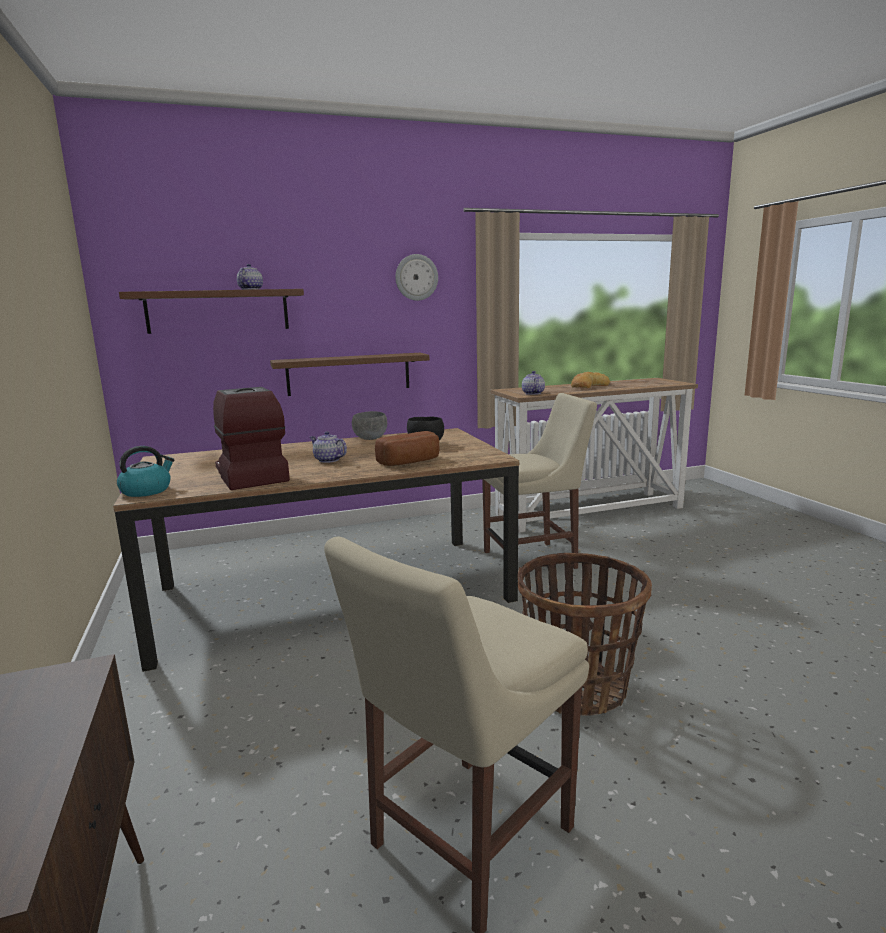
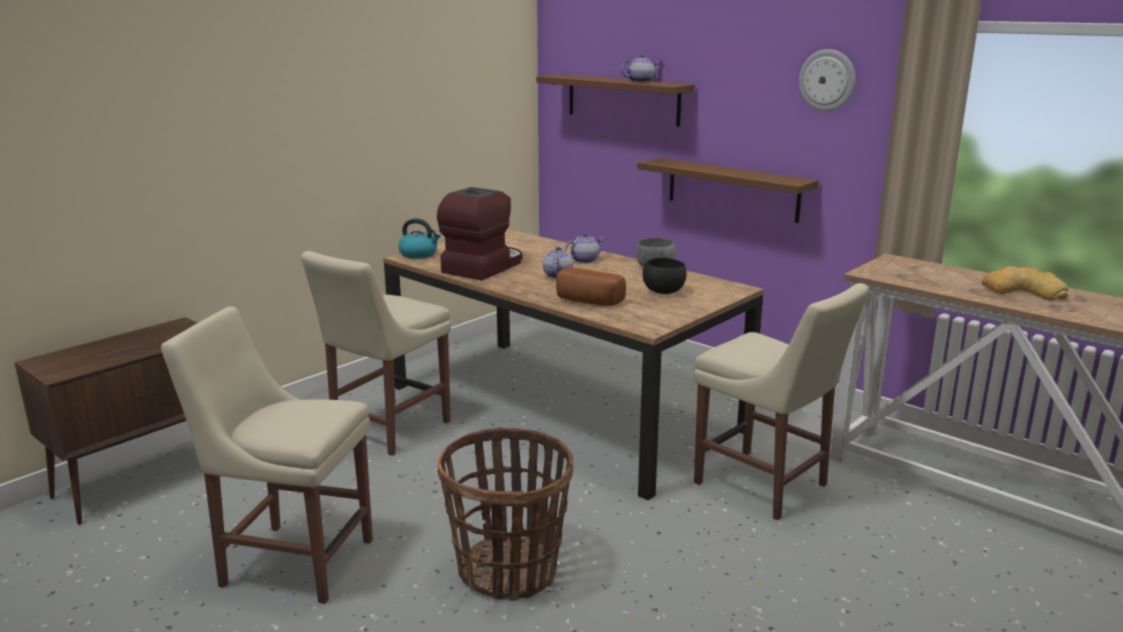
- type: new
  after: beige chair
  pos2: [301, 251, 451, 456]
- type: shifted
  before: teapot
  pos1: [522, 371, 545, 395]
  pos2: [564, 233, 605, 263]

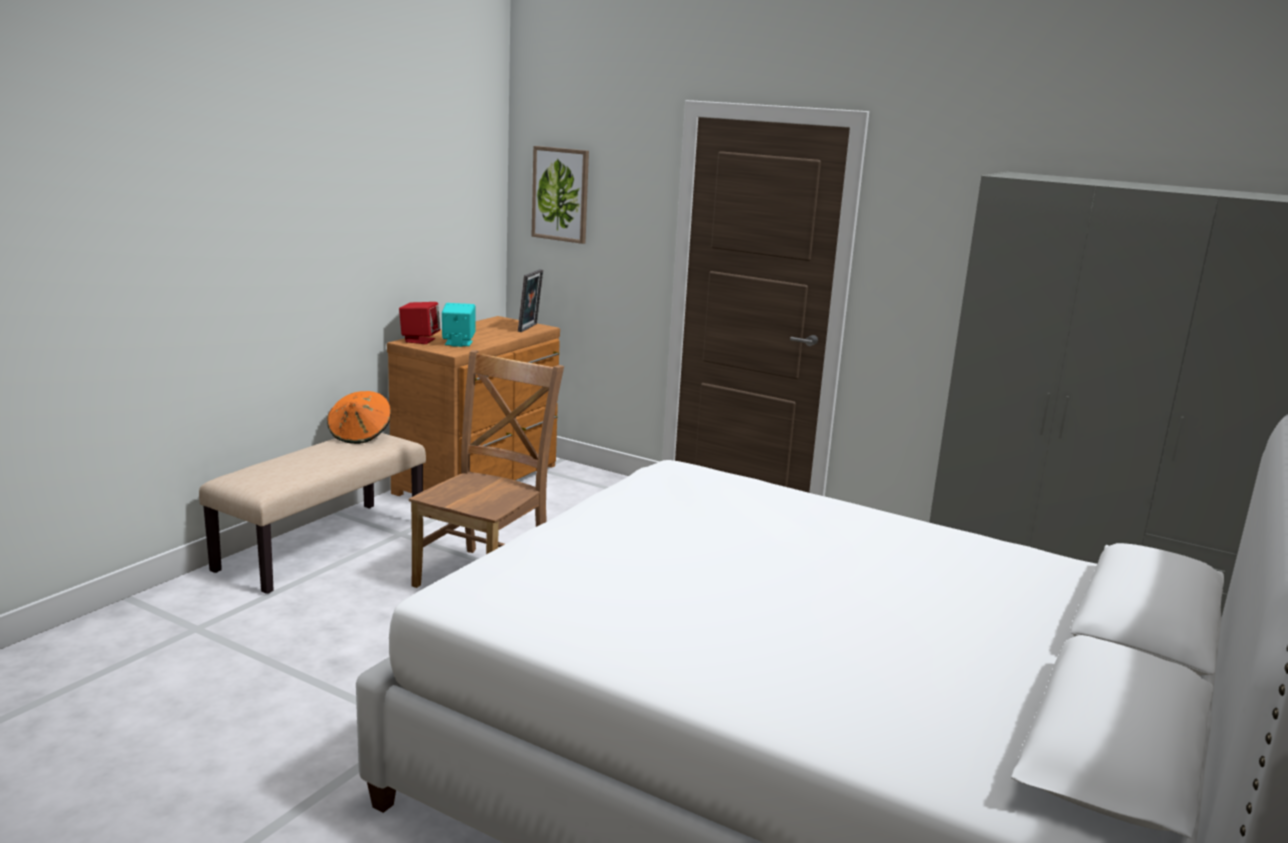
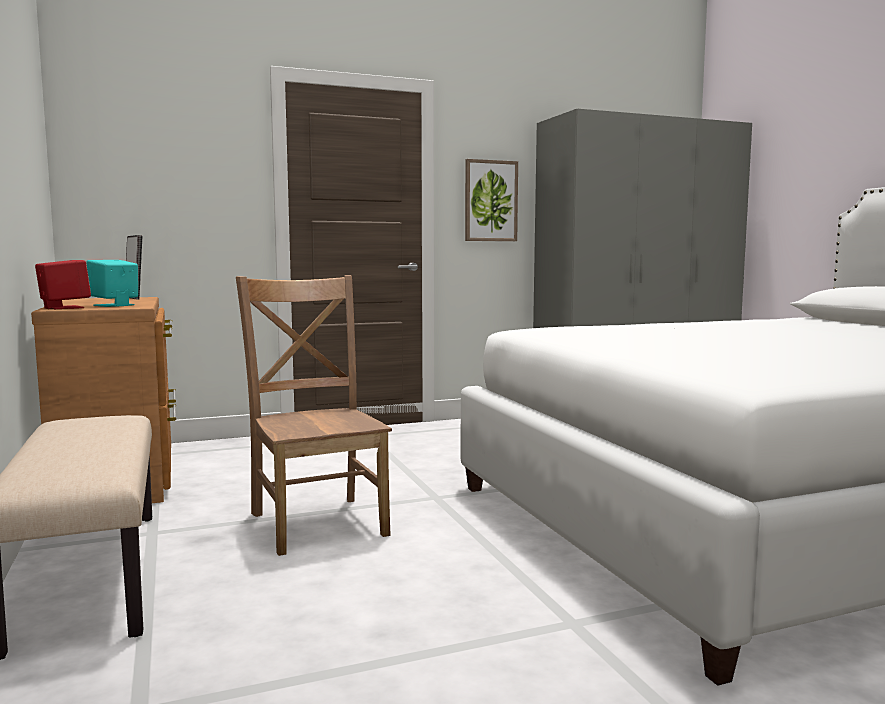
- type: gone
  before: orange hat
  pos1: [327, 391, 391, 444]
- type: shifted
  before: picture
  pos1: [532, 146, 589, 244]
  pos2: [465, 159, 518, 241]

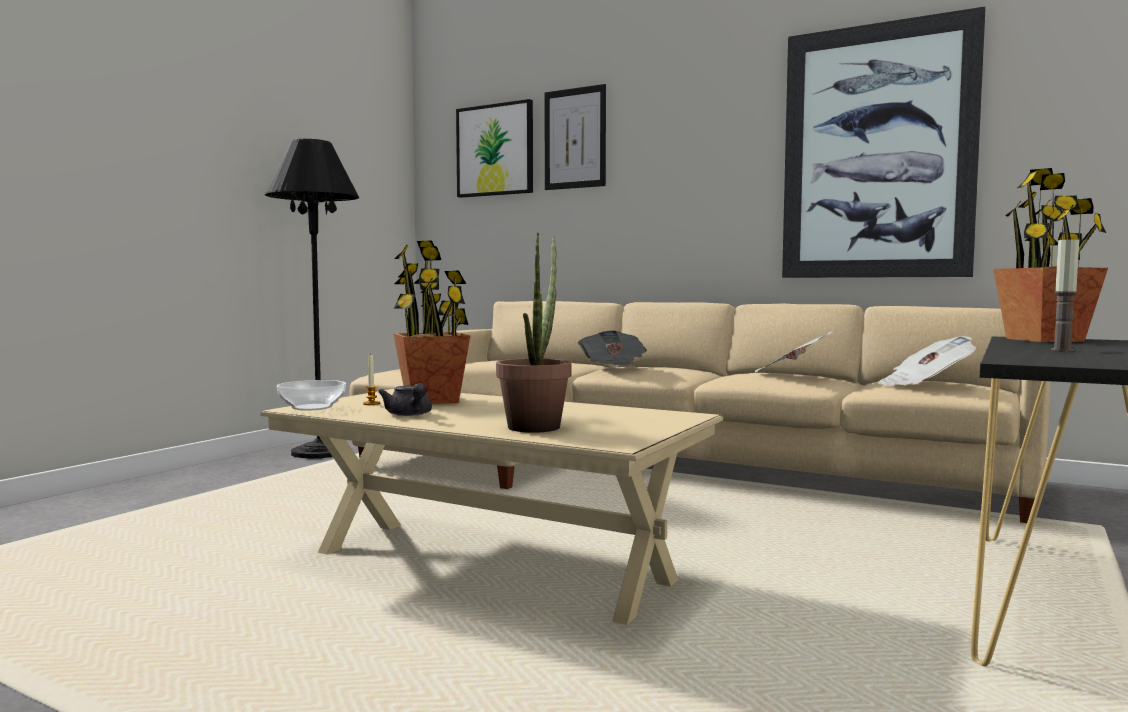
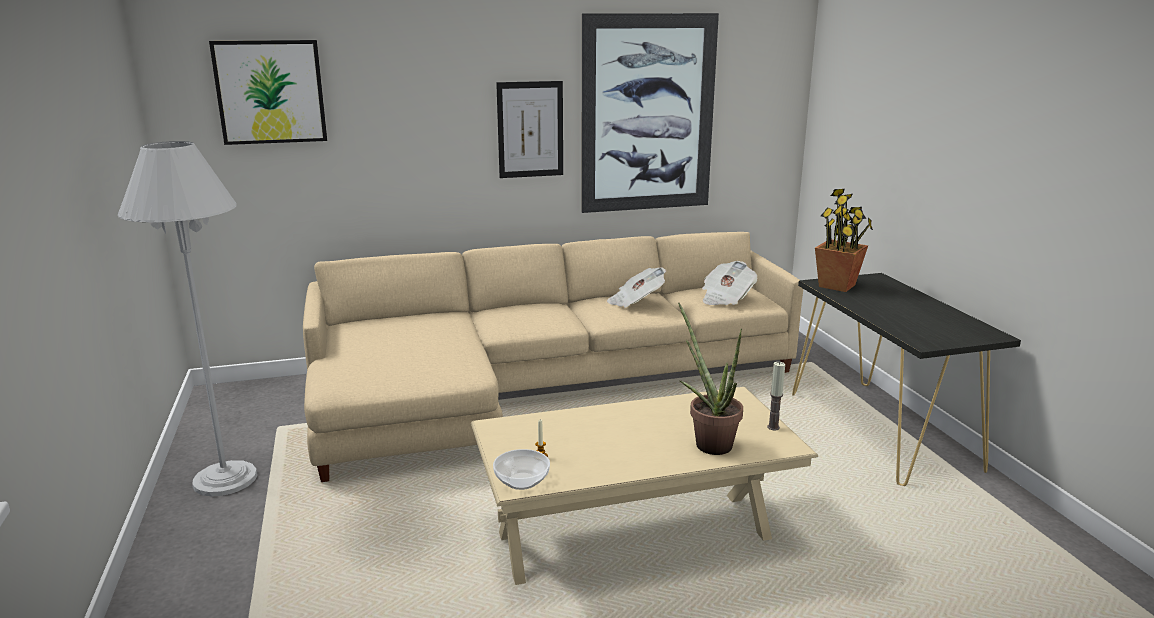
- type: gone
  before: grey teapot
  pos1: [378, 383, 432, 416]
- type: gone
  before: potted plant
  pos1: [393, 240, 470, 404]
- type: gone
  before: newspaper
  pos1: [578, 331, 647, 365]
- type: shifted
  before: picture
  pos1: [545, 84, 606, 190]
  pos2: [496, 81, 563, 178]
- type: shifted
  before: candle
  pos1: [1051, 236, 1079, 351]
  pos2: [767, 362, 785, 431]
- type: repainted
  before: black floor lamp
  after: white floor lamp
  pos1: [265, 139, 359, 458]
  pos2: [118, 141, 257, 497]

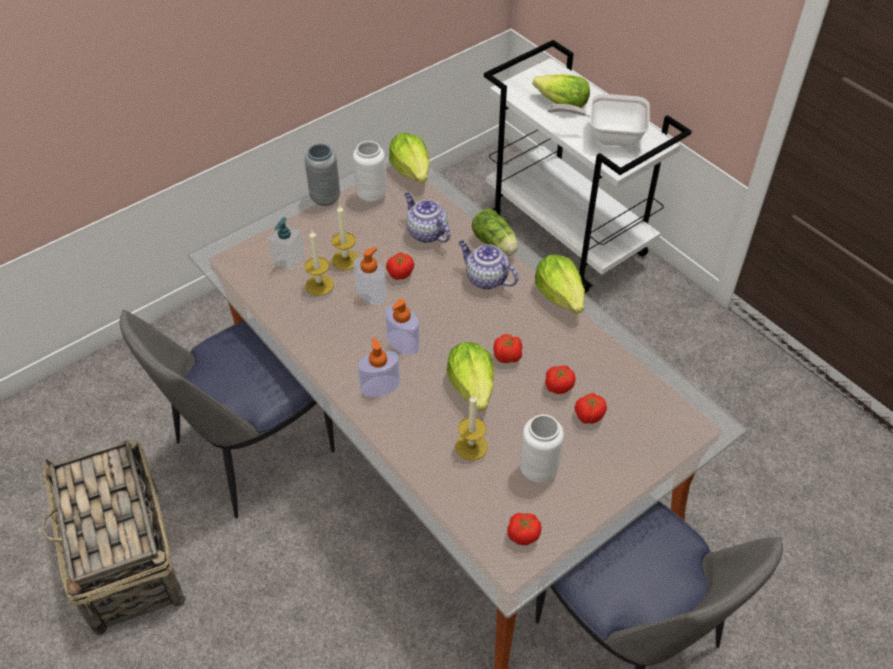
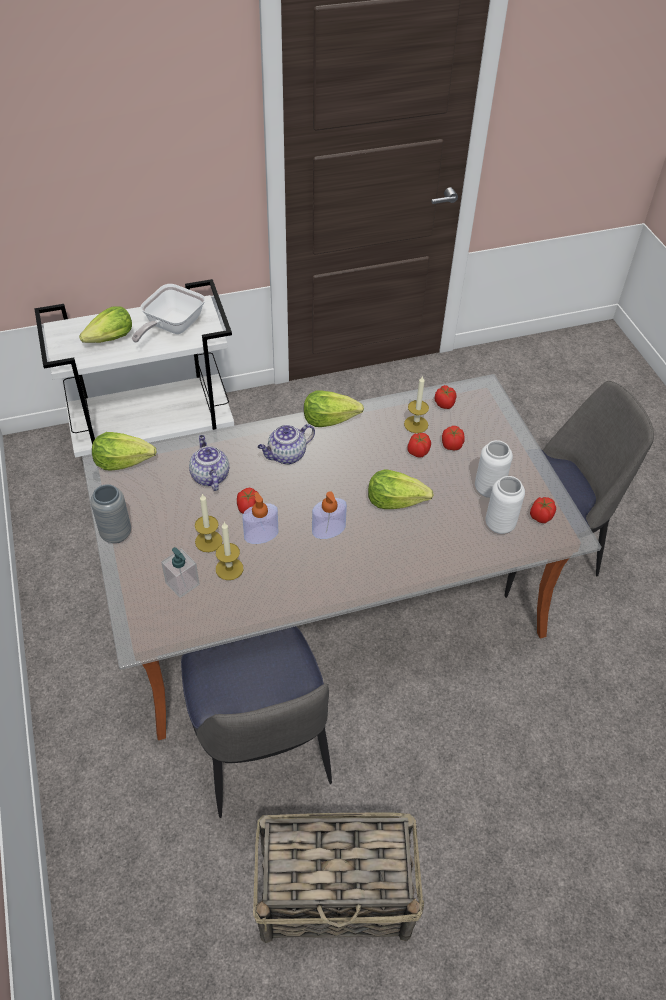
- type: gone
  before: soap dispenser
  pos1: [358, 338, 400, 397]
- type: gone
  before: lettuce
  pos1: [472, 209, 518, 255]
- type: shifted
  before: white vase
  pos1: [353, 141, 387, 203]
  pos2: [485, 476, 525, 534]
- type: shifted
  before: candle
  pos1: [455, 394, 488, 460]
  pos2: [404, 375, 429, 433]
- type: shifted
  before: tomato
  pos1: [493, 334, 522, 363]
  pos2: [435, 385, 456, 409]
- type: rotated
  before: teapot
  pos1: [404, 193, 450, 243]
  pos2: [189, 435, 229, 491]
  turn: 90

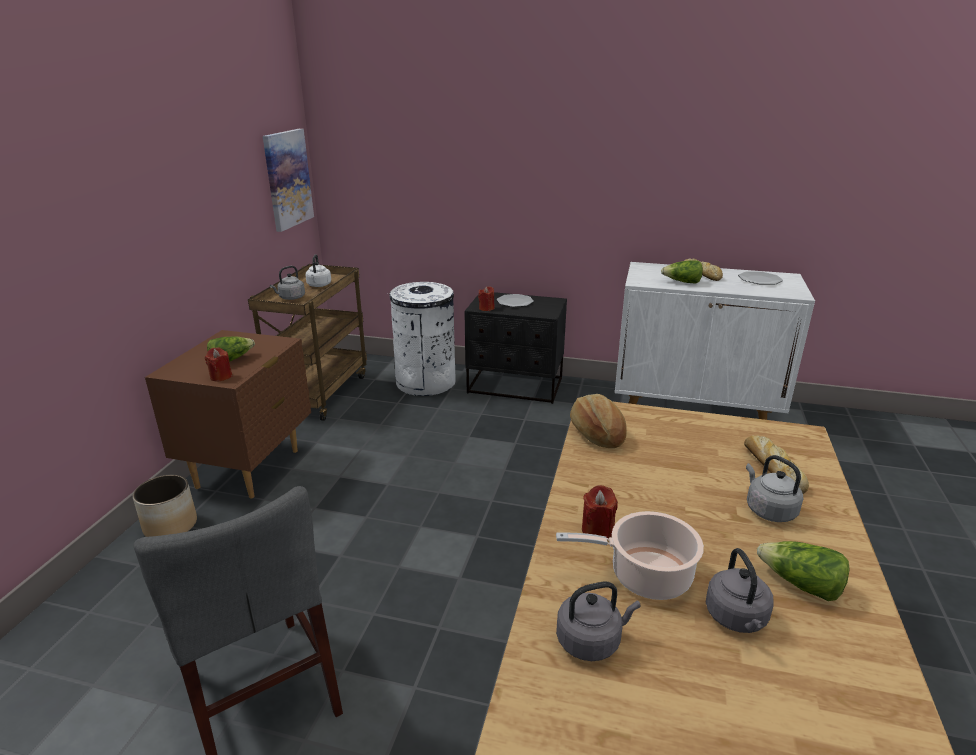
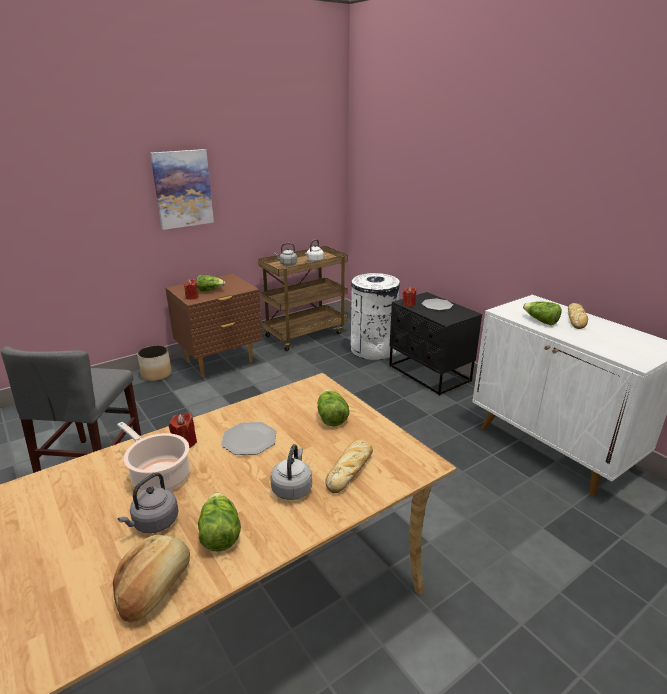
- type: gone
  before: grey kettle
  pos1: [556, 581, 641, 661]
- type: new
  after: lettuce
  pos2: [317, 390, 349, 426]
- type: shifted
  before: picture
  pos1: [263, 129, 314, 232]
  pos2: [150, 149, 214, 230]
- type: shifted
  before: bread
  pos1: [570, 394, 627, 448]
  pos2: [113, 535, 190, 623]
- type: shifted
  before: plate
  pos1: [738, 271, 783, 285]
  pos2: [221, 422, 276, 455]

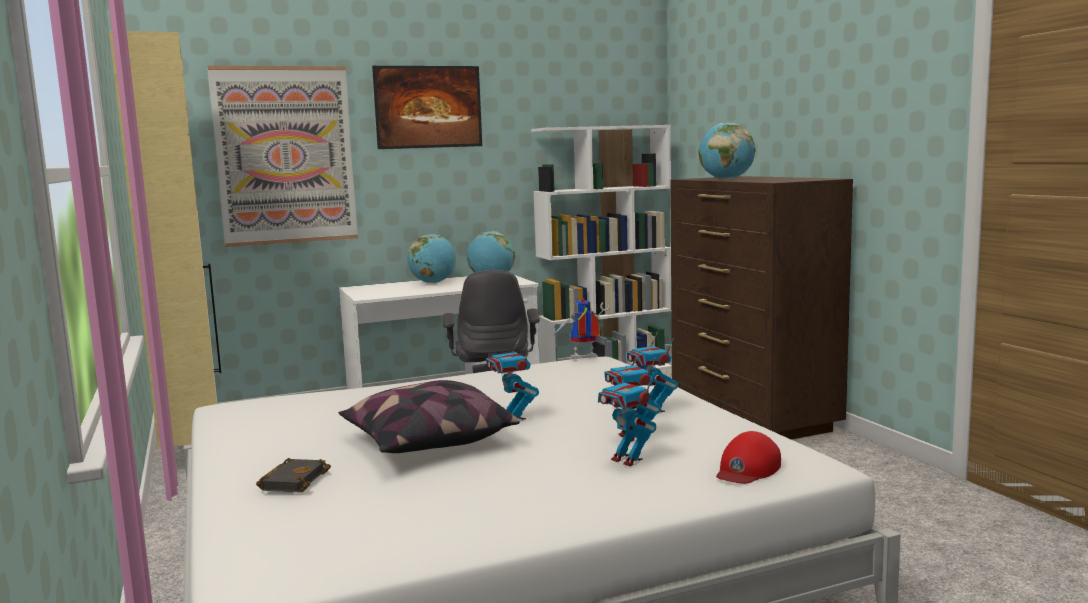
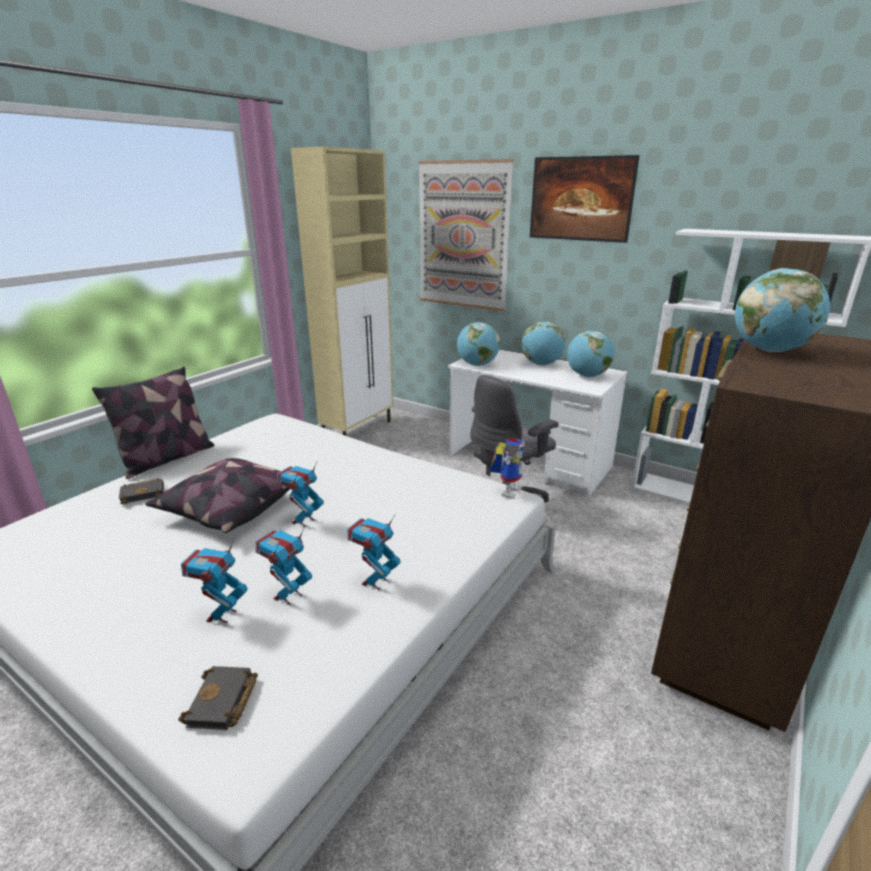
- type: new
  after: pillow
  pos2: [92, 366, 214, 479]
- type: new
  after: globe
  pos2: [457, 322, 500, 366]
- type: swapped
  before: red cap
  after: black book
  pos1: [716, 431, 781, 484]
  pos2: [178, 666, 258, 730]
- type: rotated
  before: toy robot
  pos1: [552, 299, 610, 359]
  pos2: [490, 438, 525, 499]
  turn: 75

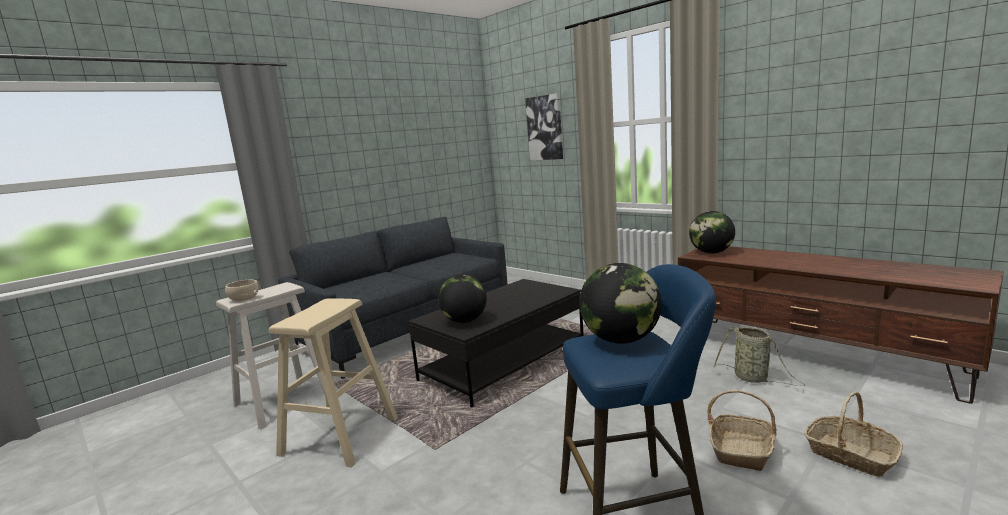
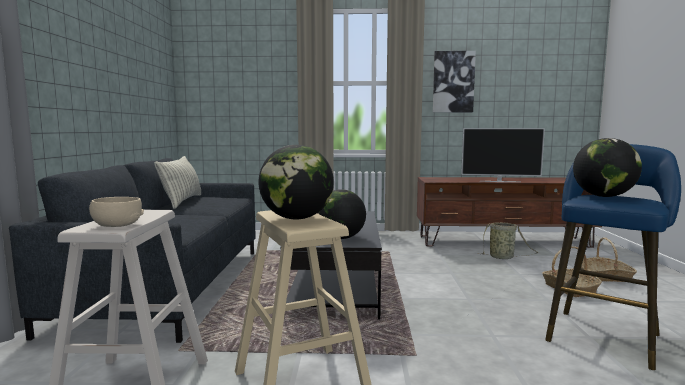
- type: new
  after: pillow
  pos2: [154, 156, 201, 209]
- type: new
  after: television
  pos2: [461, 128, 545, 182]
- type: shifted
  before: picture
  pos1: [525, 93, 563, 160]
  pos2: [433, 51, 476, 113]
- type: shifted
  before: globe
  pos1: [689, 211, 735, 254]
  pos2: [259, 145, 334, 219]

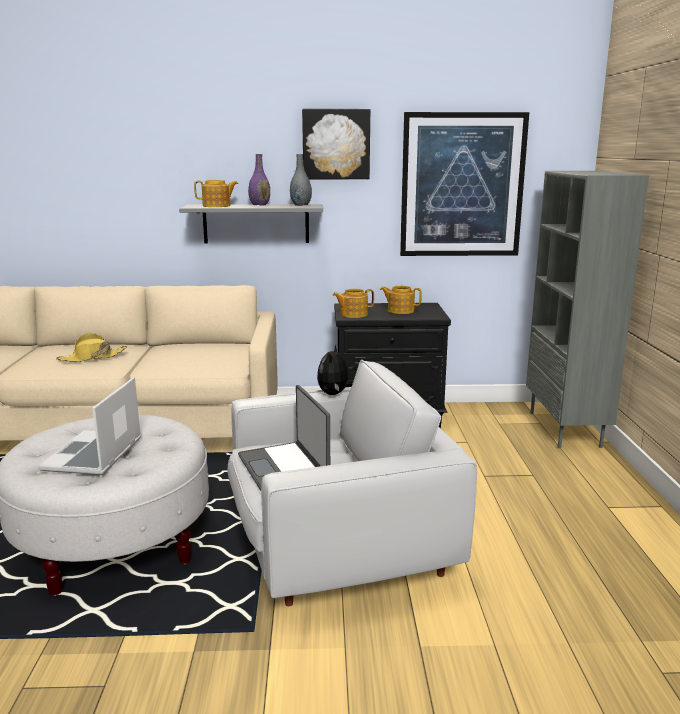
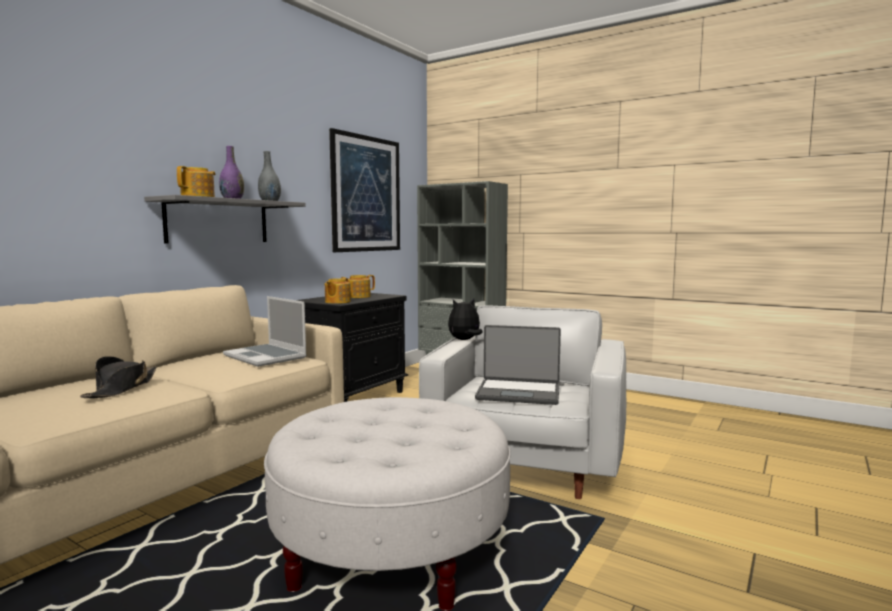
- type: gone
  before: picture
  pos1: [302, 109, 370, 179]
- type: shifted
  before: laptop
  pos1: [38, 377, 141, 475]
  pos2: [223, 296, 307, 367]
- type: repainted
  before: yellow hat
  after: black hat
  pos1: [57, 333, 127, 362]
  pos2: [80, 356, 157, 398]
- type: rotated
  before: plush toy
  pos1: [317, 345, 354, 395]
  pos2: [448, 299, 483, 340]
  turn: 105

